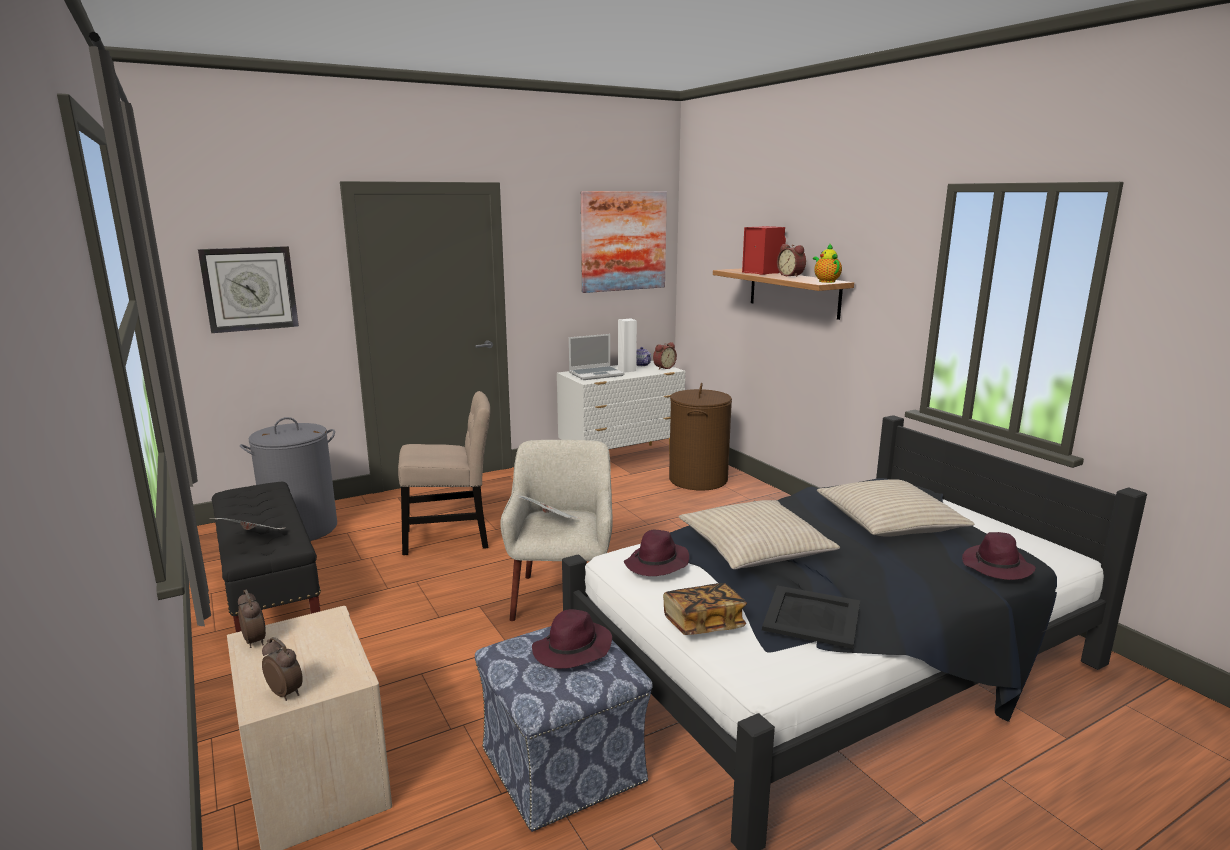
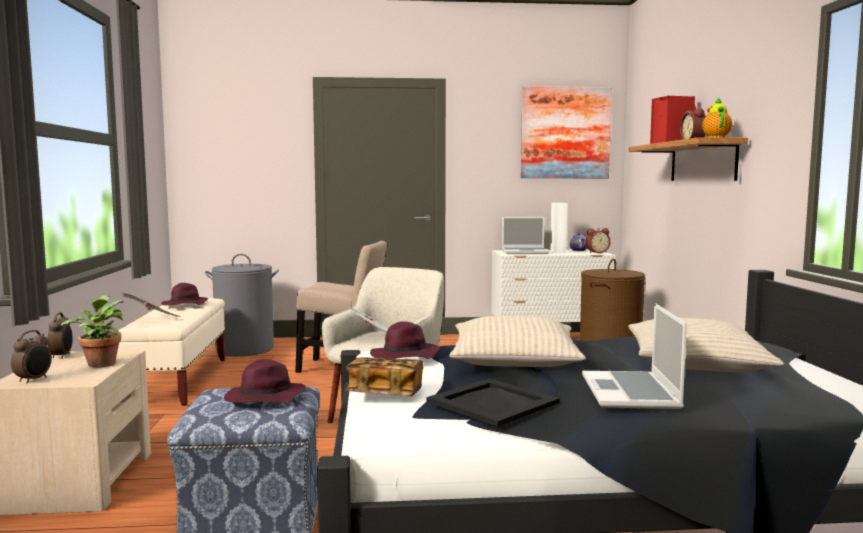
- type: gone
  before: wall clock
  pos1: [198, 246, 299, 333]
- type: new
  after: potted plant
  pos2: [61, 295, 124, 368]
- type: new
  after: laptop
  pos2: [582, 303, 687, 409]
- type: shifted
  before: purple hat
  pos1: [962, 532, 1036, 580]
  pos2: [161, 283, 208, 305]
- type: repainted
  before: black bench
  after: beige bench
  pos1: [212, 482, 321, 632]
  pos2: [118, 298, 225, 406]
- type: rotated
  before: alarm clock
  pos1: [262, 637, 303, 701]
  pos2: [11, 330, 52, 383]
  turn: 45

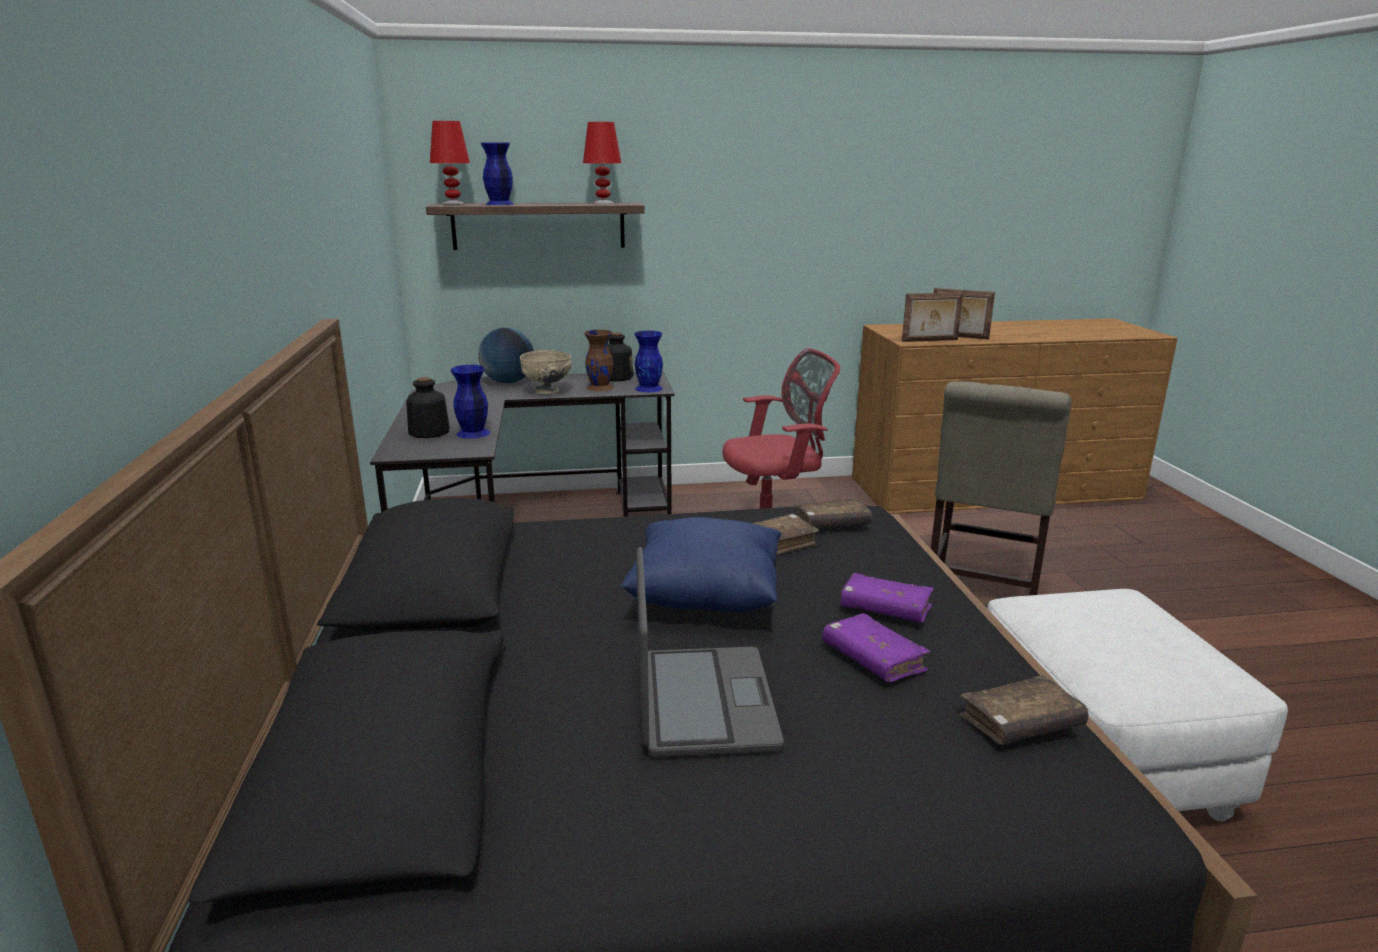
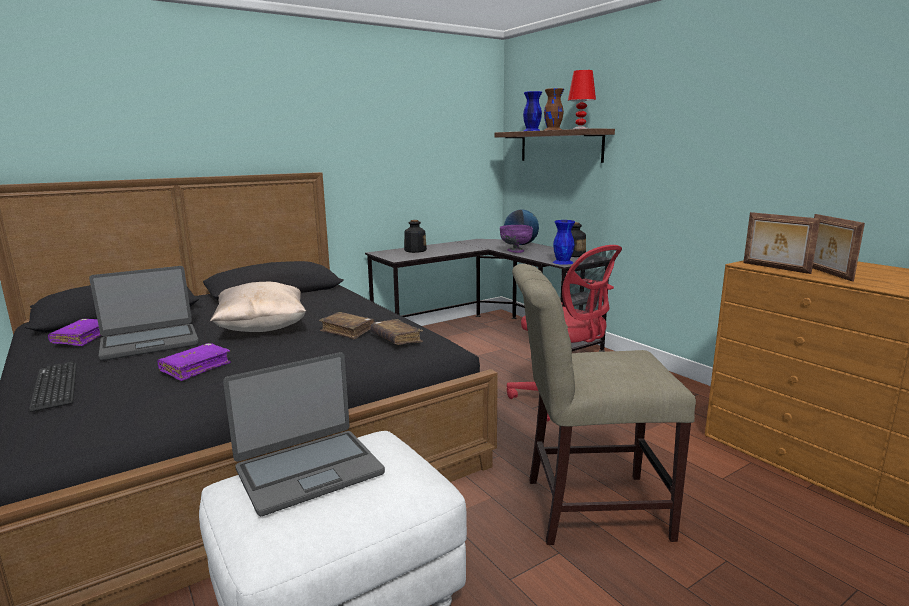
- type: gone
  before: red table lamp
  pos1: [430, 121, 470, 205]
- type: gone
  before: blue vase
  pos1: [450, 365, 490, 439]
- type: gone
  before: brown book
  pos1: [959, 675, 1089, 745]
- type: new
  after: keyboard
  pos2: [29, 362, 77, 412]
- type: new
  after: laptop
  pos2: [223, 352, 385, 516]
- type: shifted
  before: brown vase
  pos1: [584, 330, 614, 391]
  pos2: [544, 88, 564, 130]
- type: shifted
  before: purple book
  pos1: [841, 573, 933, 623]
  pos2: [48, 319, 102, 346]
- type: repainted
  before: beige bowl
  after: purple bowl
  pos1: [520, 350, 572, 394]
  pos2: [500, 225, 533, 253]
- type: repainted
  before: blue pillow
  after: beige pillow
  pos1: [620, 517, 782, 612]
  pos2: [210, 282, 306, 332]

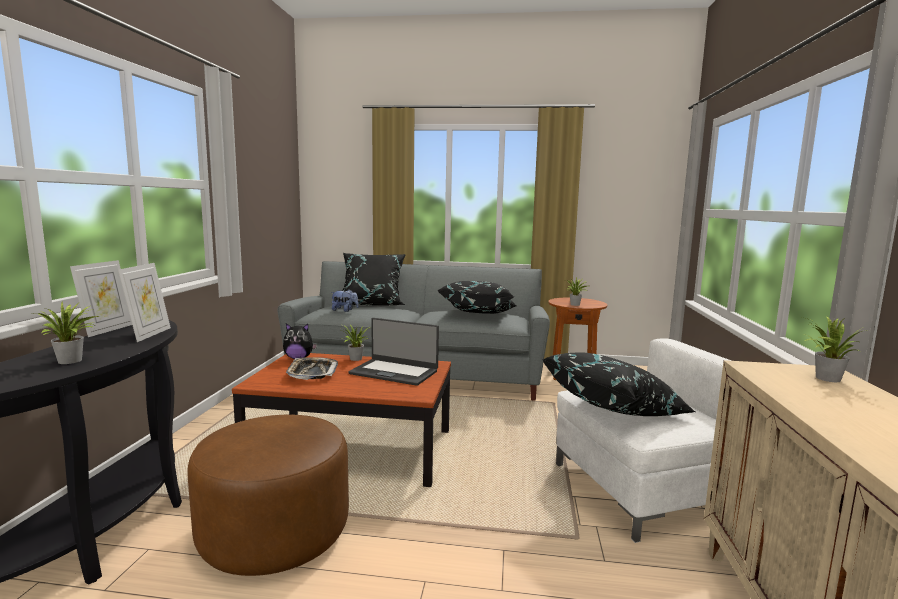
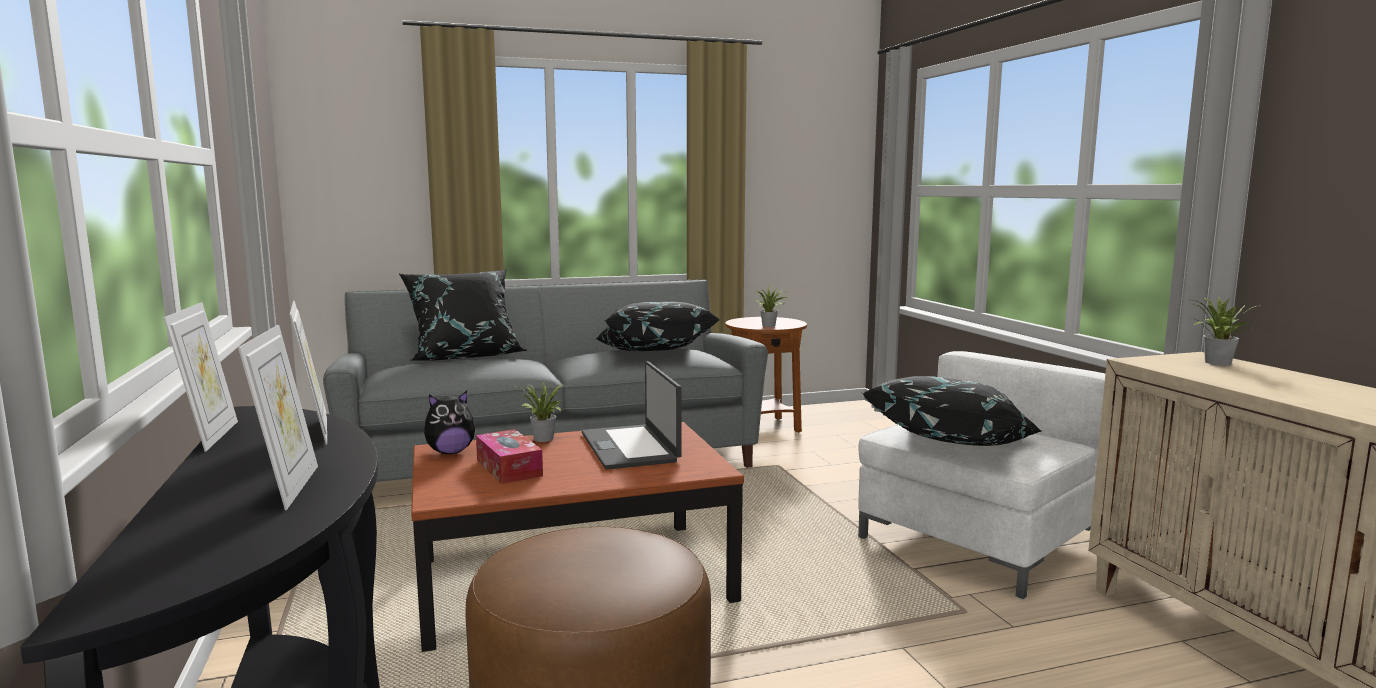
- type: gone
  before: plush toy
  pos1: [331, 290, 359, 312]
- type: swapped
  before: potted plant
  after: picture frame
  pos1: [32, 302, 99, 364]
  pos2: [238, 325, 318, 510]
- type: swapped
  before: tray
  after: tissue box
  pos1: [286, 357, 338, 380]
  pos2: [476, 429, 543, 484]
- type: rotated
  before: laptop
  pos1: [349, 318, 439, 386]
  pos2: [582, 361, 682, 470]
  turn: 75

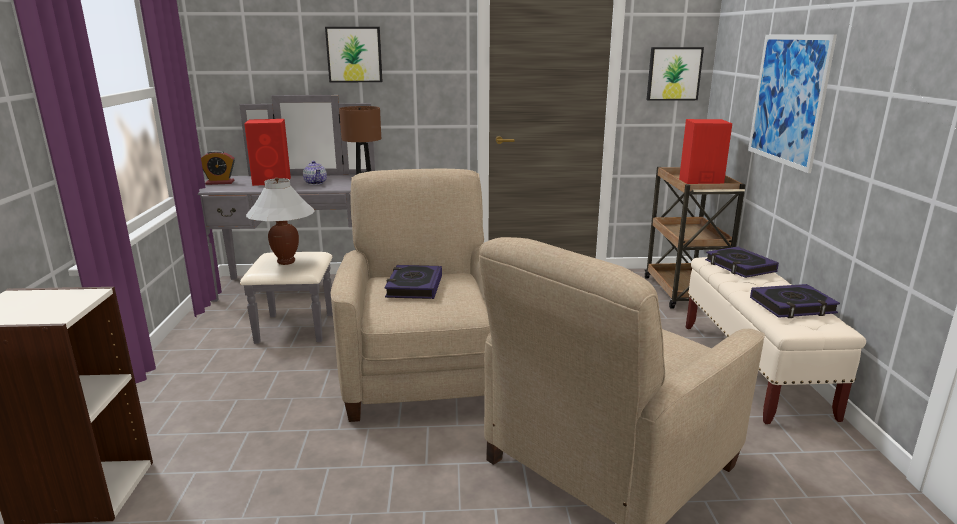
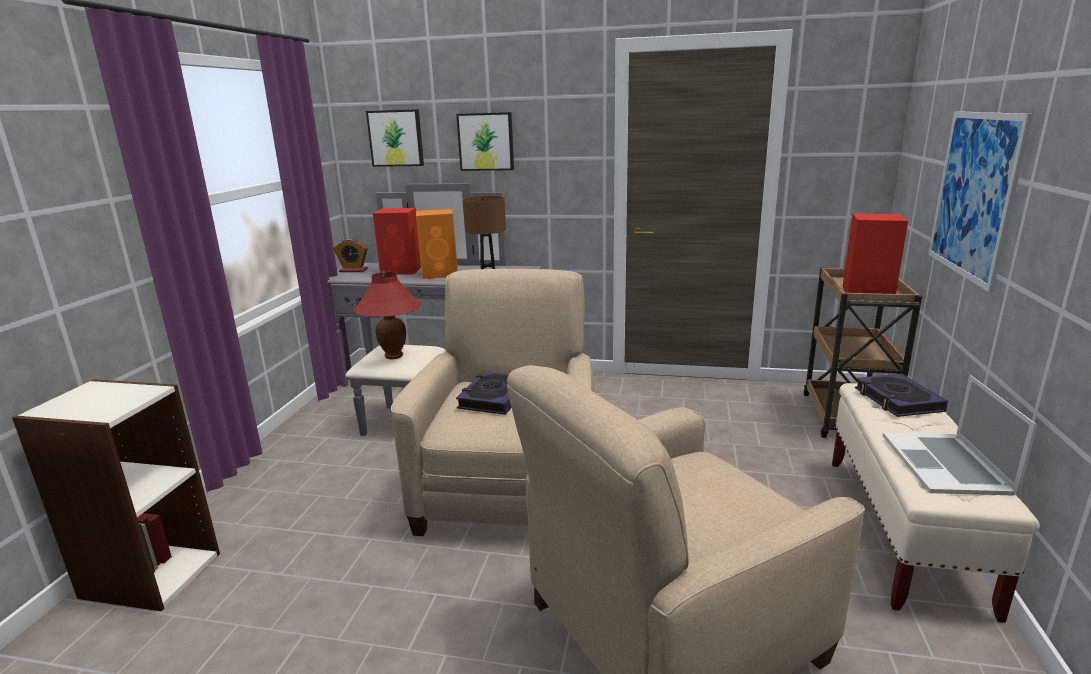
- type: shifted
  before: picture
  pos1: [647, 47, 704, 101]
  pos2: [366, 109, 424, 167]
- type: swapped
  before: teapot
  after: orange speaker
  pos1: [303, 161, 327, 185]
  pos2: [416, 209, 458, 279]
- type: swapped
  before: book
  after: laptop
  pos1: [750, 284, 840, 318]
  pos2: [883, 375, 1037, 496]
- type: repainted
  before: white table lamp
  after: red table lamp
  pos1: [246, 177, 314, 265]
  pos2: [353, 271, 422, 359]

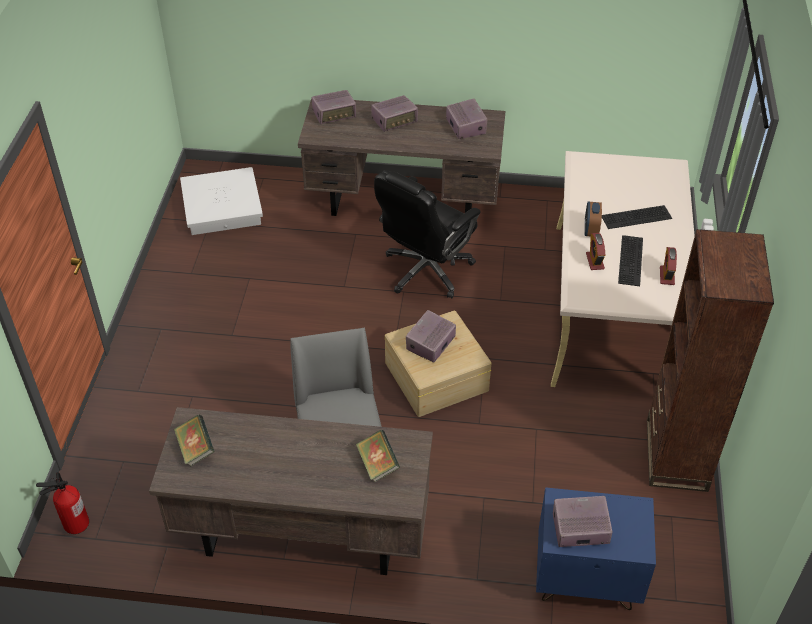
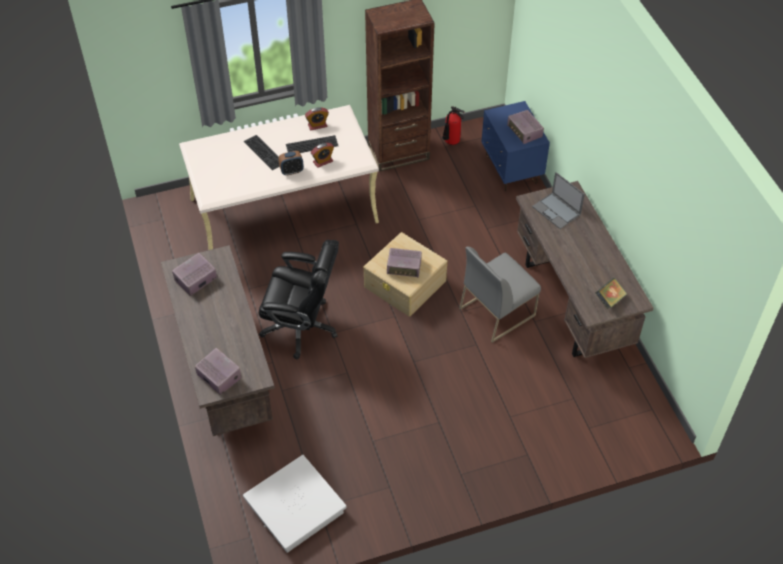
- type: gone
  before: radio
  pos1: [371, 95, 418, 132]
- type: shifted
  before: fire extinguisher
  pos1: [36, 472, 89, 534]
  pos2: [442, 106, 465, 145]
- type: swapped
  before: book
  after: laptop
  pos1: [356, 430, 400, 482]
  pos2: [532, 172, 585, 229]

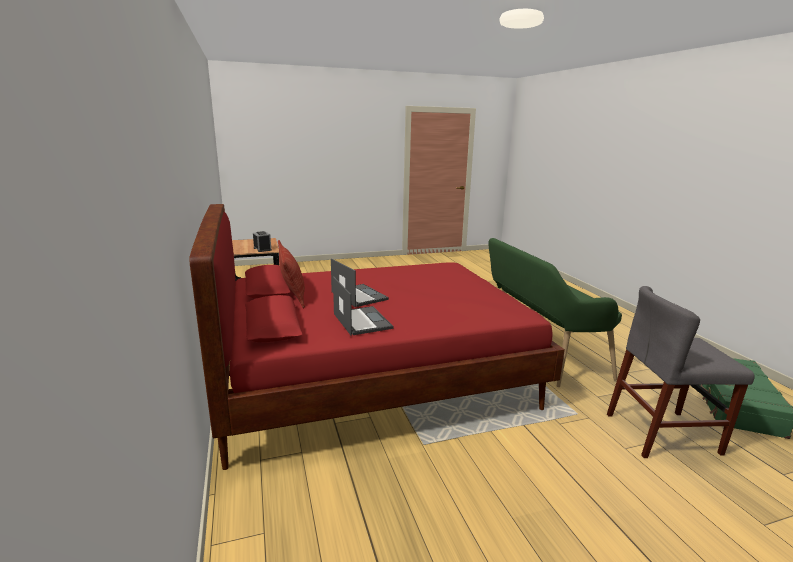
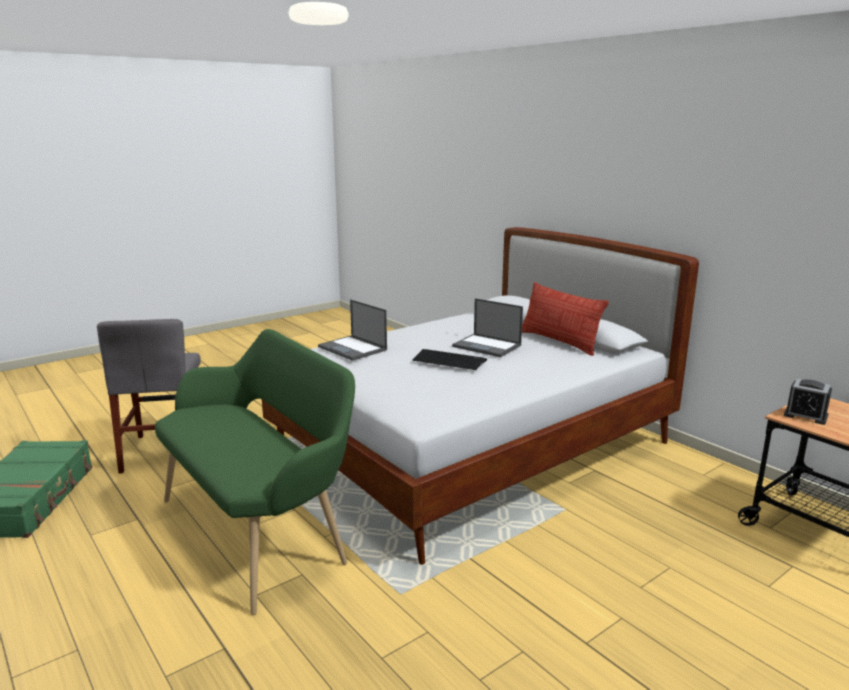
- type: new
  after: keyboard
  pos2: [413, 349, 487, 370]
- type: shifted
  before: laptop
  pos1: [333, 276, 393, 336]
  pos2: [318, 299, 387, 361]
- type: repainted
  before: red bed
  after: white bed
  pos1: [189, 204, 565, 470]
  pos2: [262, 227, 699, 565]
- type: rotated
  before: grey chair
  pos1: [607, 286, 755, 458]
  pos2: [97, 319, 201, 474]
  turn: 105

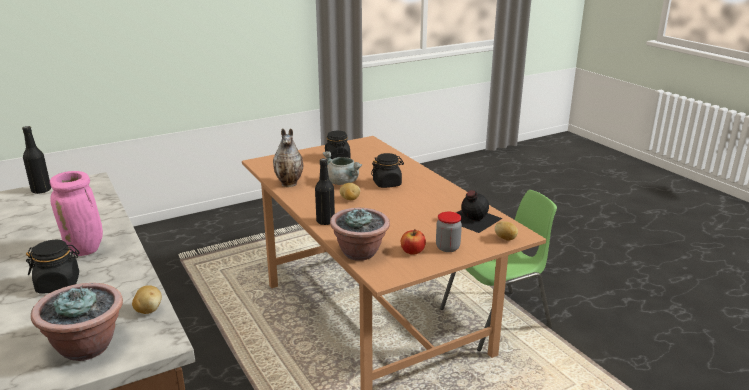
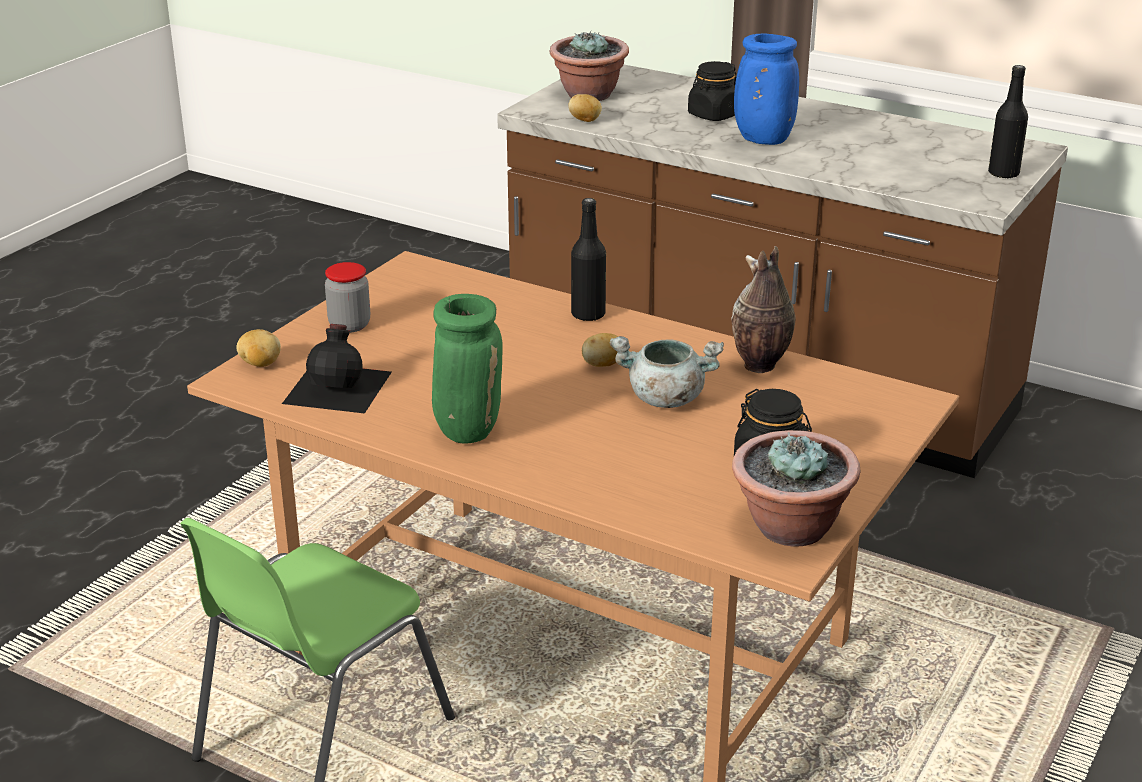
- type: gone
  before: black jar
  pos1: [371, 153, 404, 188]
- type: gone
  before: apple
  pos1: [401, 229, 426, 255]
- type: new
  after: green vase
  pos2: [432, 294, 503, 444]
- type: shifted
  before: potted plant
  pos1: [330, 208, 390, 261]
  pos2: [732, 430, 861, 547]
- type: repainted
  before: pink vase
  after: blue vase
  pos1: [50, 171, 103, 256]
  pos2: [734, 34, 799, 145]

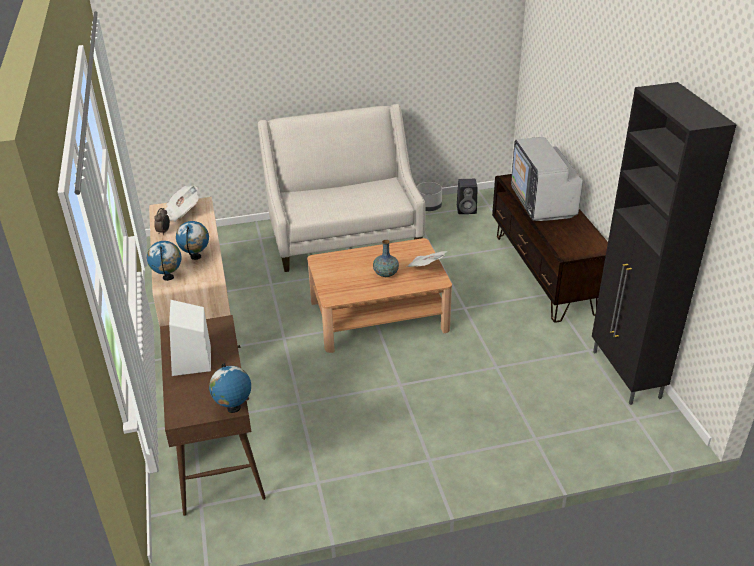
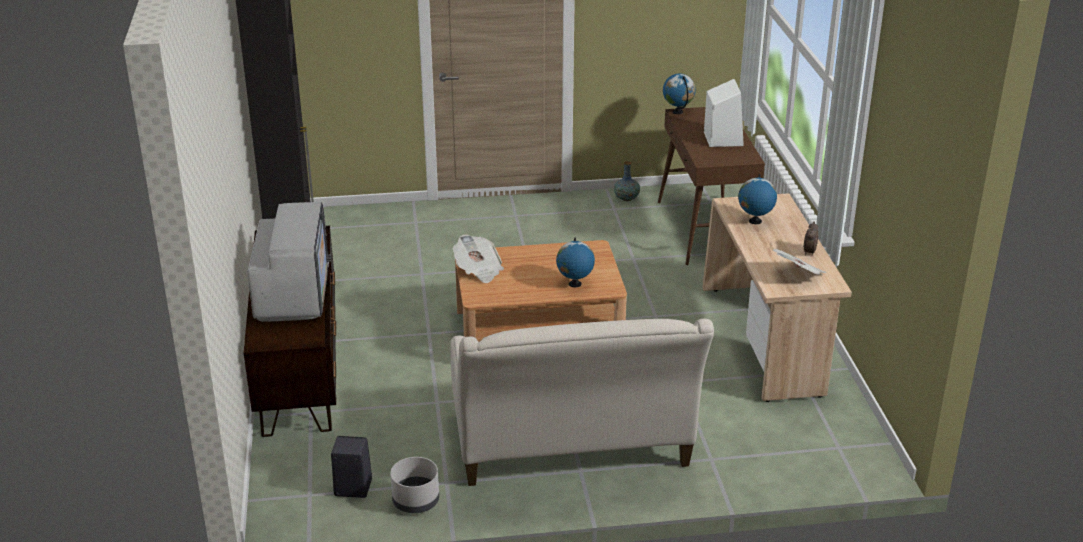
- type: shifted
  before: globe
  pos1: [147, 241, 182, 281]
  pos2: [556, 238, 595, 287]
- type: shifted
  before: vase
  pos1: [373, 240, 399, 277]
  pos2: [614, 161, 640, 201]

